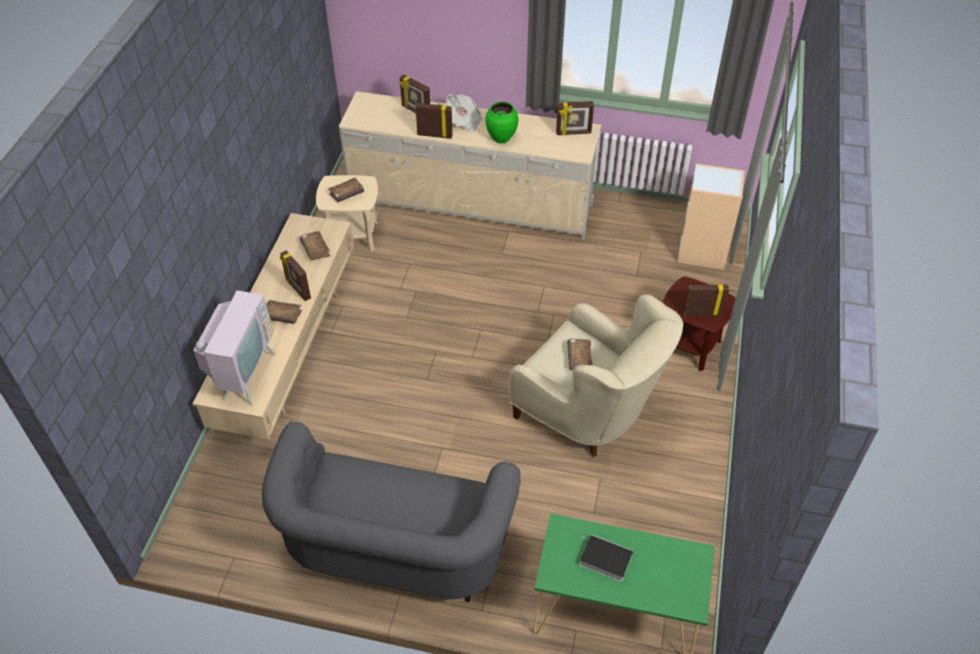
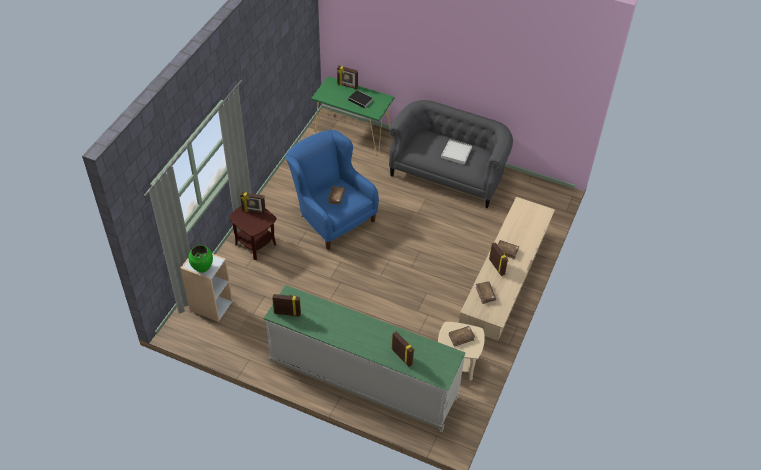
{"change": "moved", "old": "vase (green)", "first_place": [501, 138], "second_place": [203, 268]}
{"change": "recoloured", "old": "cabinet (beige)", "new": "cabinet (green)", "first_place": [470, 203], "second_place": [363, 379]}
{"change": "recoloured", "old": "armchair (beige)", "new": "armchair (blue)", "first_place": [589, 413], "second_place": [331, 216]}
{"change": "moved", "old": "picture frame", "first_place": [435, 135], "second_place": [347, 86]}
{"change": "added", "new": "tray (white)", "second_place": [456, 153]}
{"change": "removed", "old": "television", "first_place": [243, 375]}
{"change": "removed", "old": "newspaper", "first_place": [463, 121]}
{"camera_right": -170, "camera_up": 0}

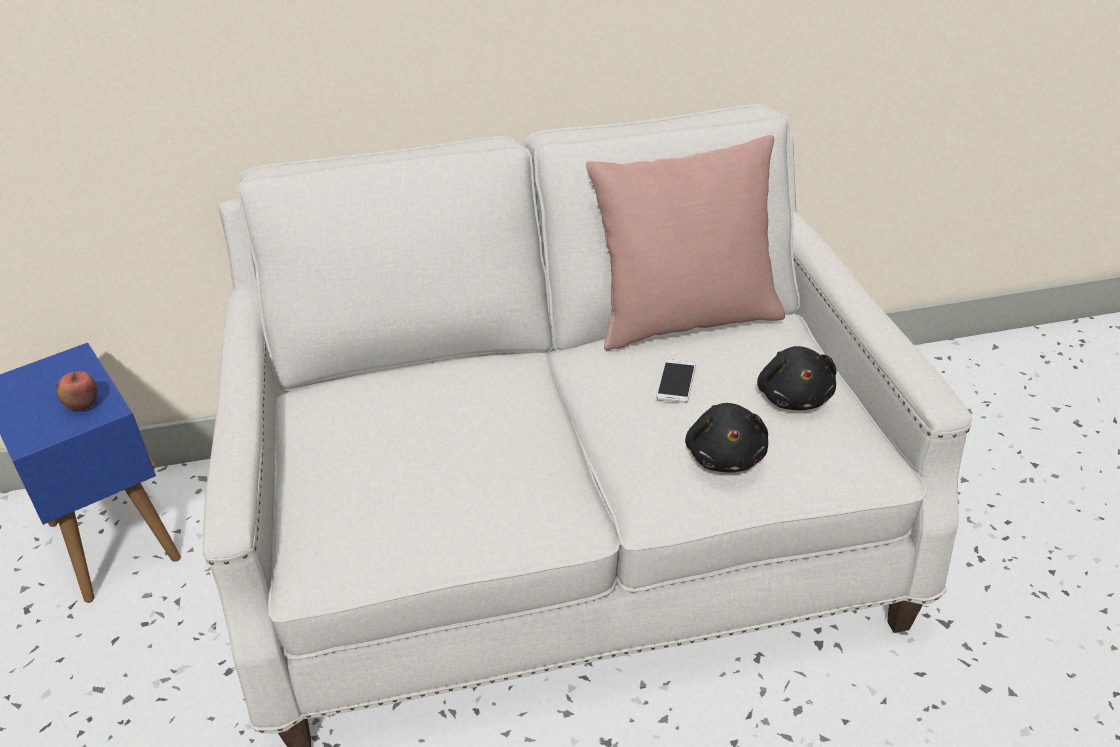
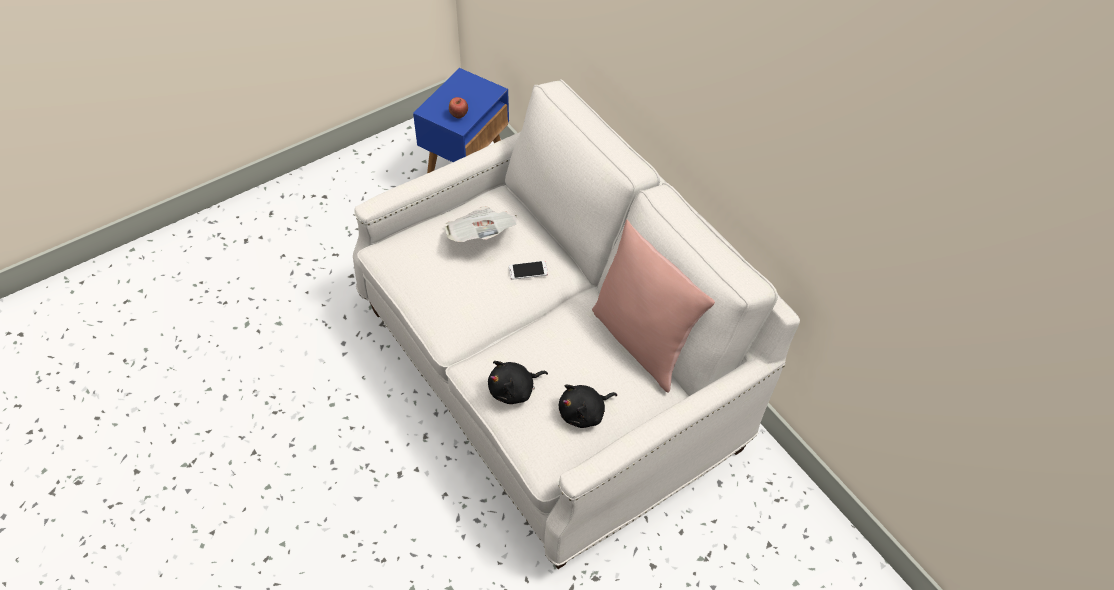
{"change": "added", "new": "newspaper", "second_place": [481, 237]}
{"change": "moved", "old": "phone", "first_place": [676, 381], "second_place": [528, 270]}
{"camera_right": 65, "camera_up": 15}

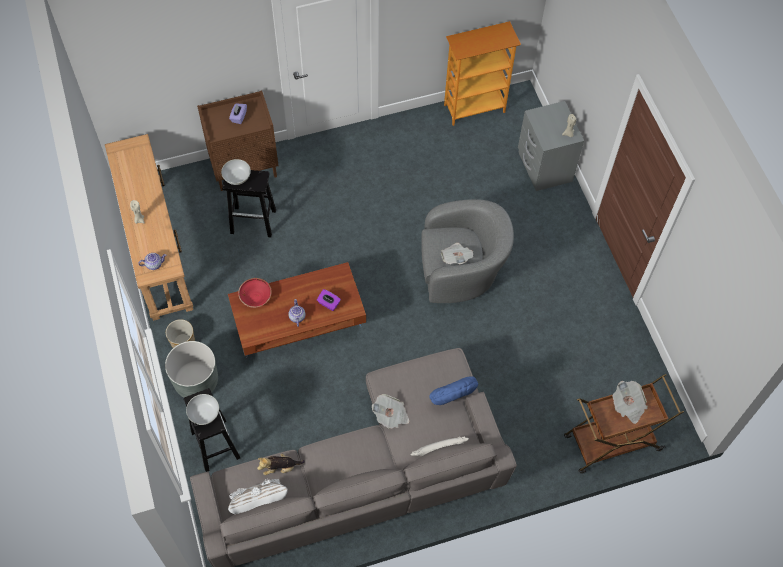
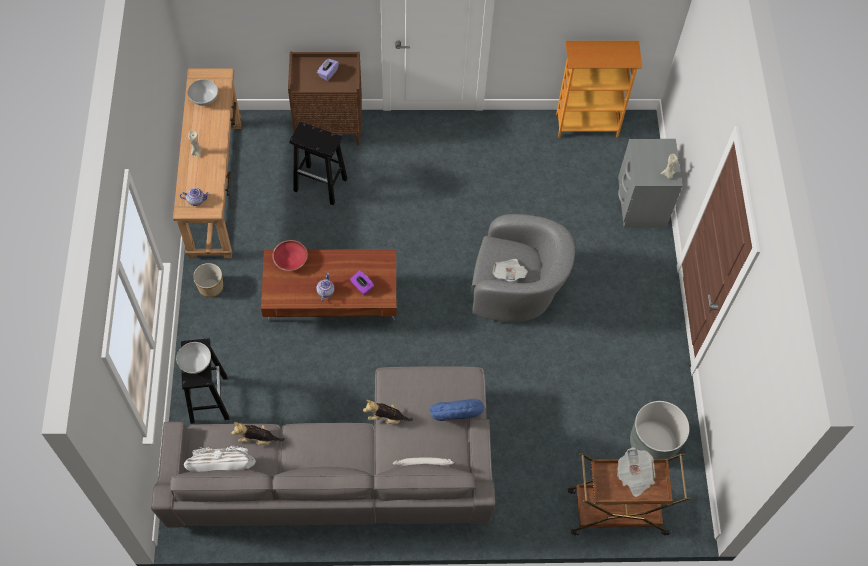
{"change": "moved", "old": "bowl (white)", "first_place": [237, 178], "second_place": [204, 99]}
{"change": "replaced", "old": "newspaper", "new": "plush toy", "first_place": [391, 416], "second_place": [386, 418]}
{"change": "moved", "old": "planter (grey)", "first_place": [196, 381], "second_place": [653, 443]}
{"camera_right": 15, "camera_up": 0}

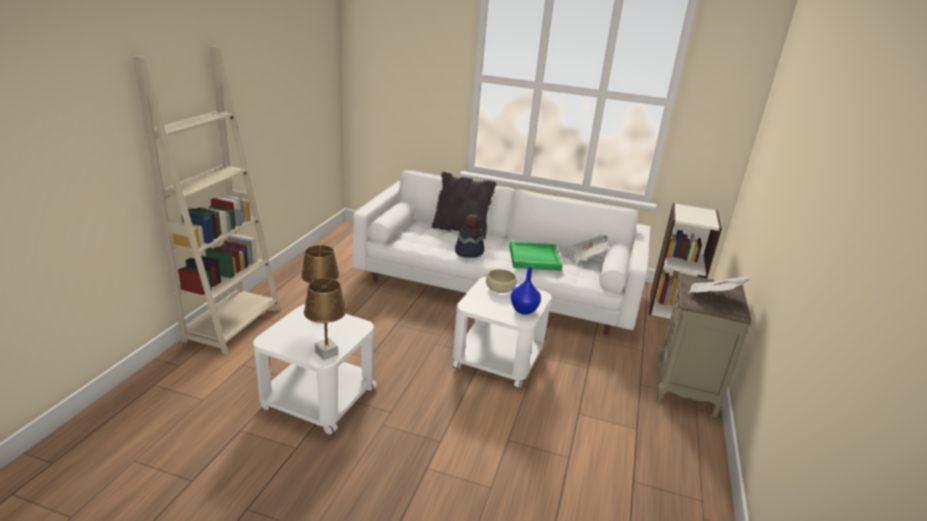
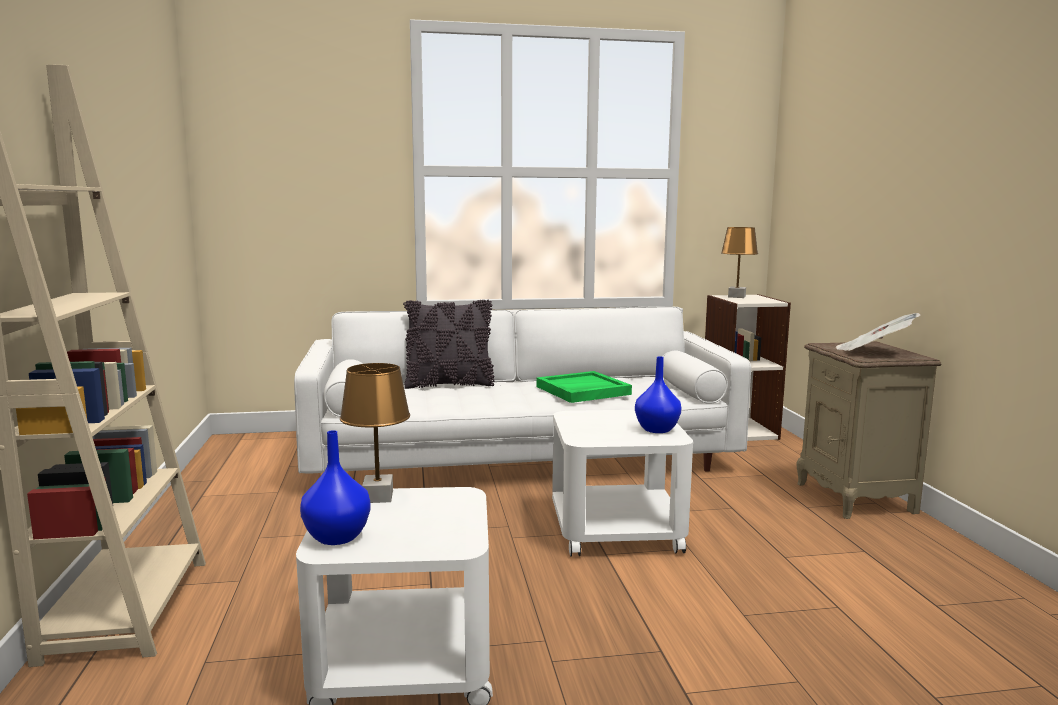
{"change": "added", "new": "vase (blue)", "second_place": [336, 538]}
{"change": "moved", "old": "table lamp (brown)", "first_place": [326, 353], "second_place": [736, 297]}
{"change": "removed", "old": "hat", "first_place": [469, 251]}
{"change": "removed", "old": "bowl (beige)", "first_place": [500, 288]}
{"change": "removed", "old": "newspaper", "first_place": [583, 258]}
{"camera_right": -25, "camera_up": -15}

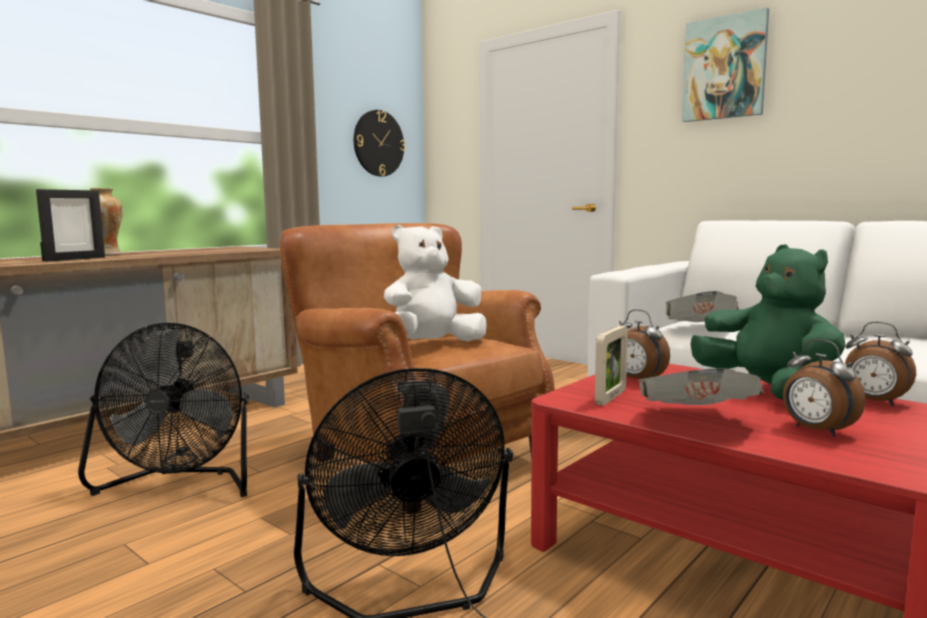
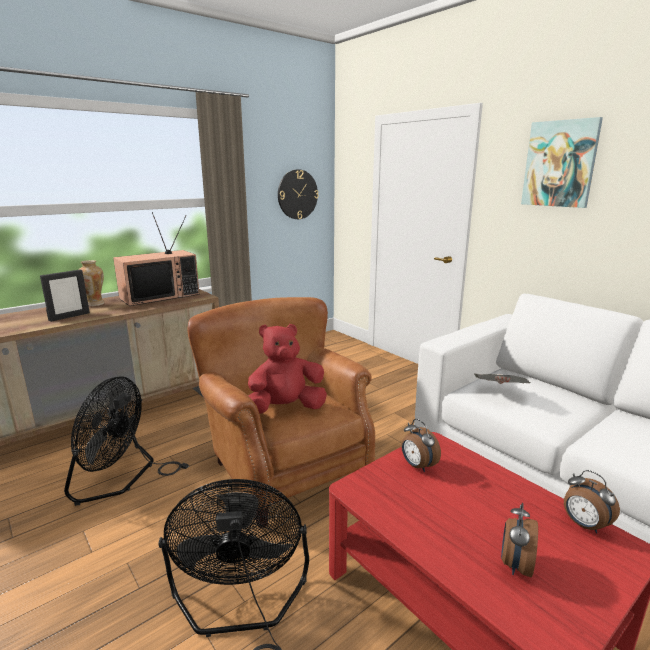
{"change": "turned", "old": "fan (black)", "first_place": [178, 482], "second_place": [129, 473], "degrees": 90}
{"change": "added", "new": "television", "second_place": [160, 296]}
{"change": "recoloured", "old": "plush toy (white)", "new": "plush toy (red)", "first_place": [431, 345], "second_place": [285, 408]}
{"change": "turned", "old": "alarm clock", "first_place": [816, 431], "second_place": [515, 564], "degrees": 45}
{"change": "removed", "old": "picture frame", "first_place": [610, 397]}
{"change": "removed", "old": "newspaper", "first_place": [696, 421]}
{"change": "removed", "old": "plush toy (green)", "first_place": [767, 392]}
{"camera_right": 10, "camera_up": 10}

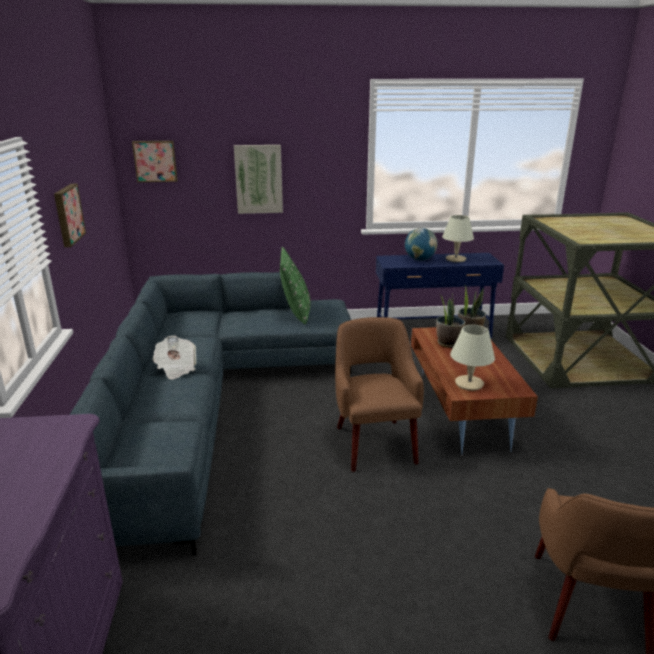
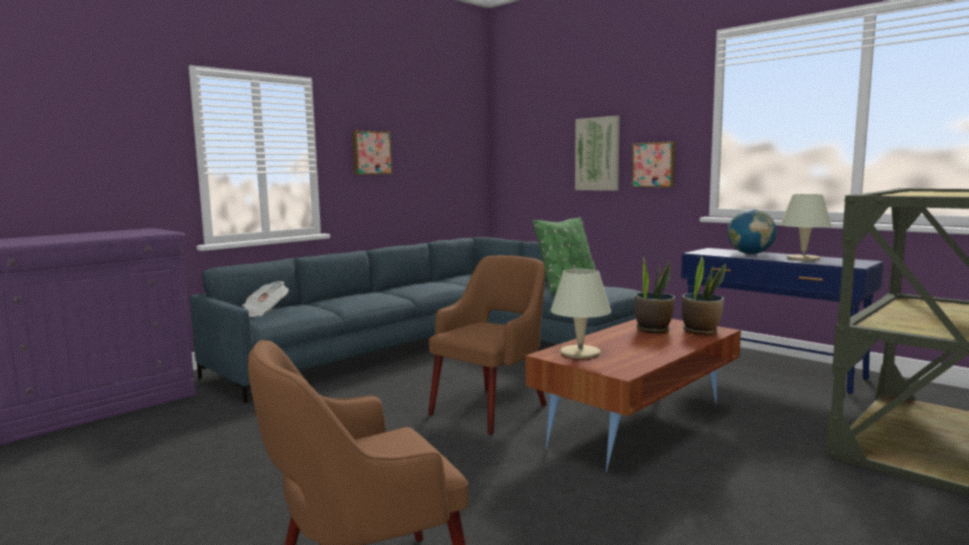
{"change": "moved", "old": "newspaper", "first_place": [176, 368], "second_place": [262, 313]}
{"change": "moved", "old": "picture", "first_place": [155, 161], "second_place": [654, 164]}
{"camera_right": 50, "camera_up": -15}

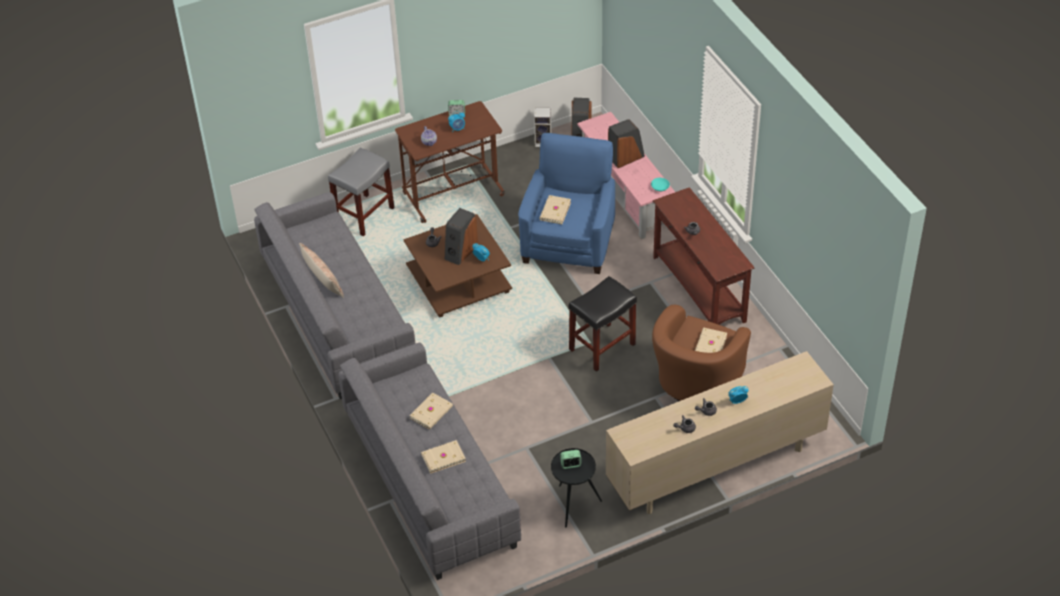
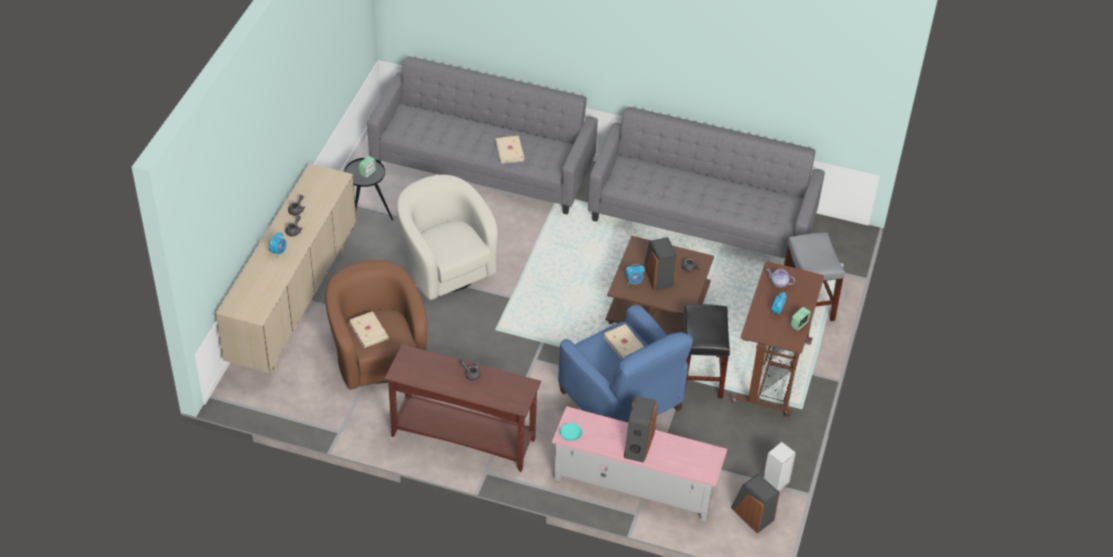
{"change": "added", "new": "armchair (beige)", "second_place": [445, 267]}
{"change": "moved", "old": "stool (black)", "first_place": [602, 347], "second_place": [699, 375]}
{"change": "removed", "old": "pillow", "first_place": [322, 279]}
{"change": "removed", "old": "book (beige)", "first_place": [443, 457]}
{"camera_right": 130, "camera_up": 0}

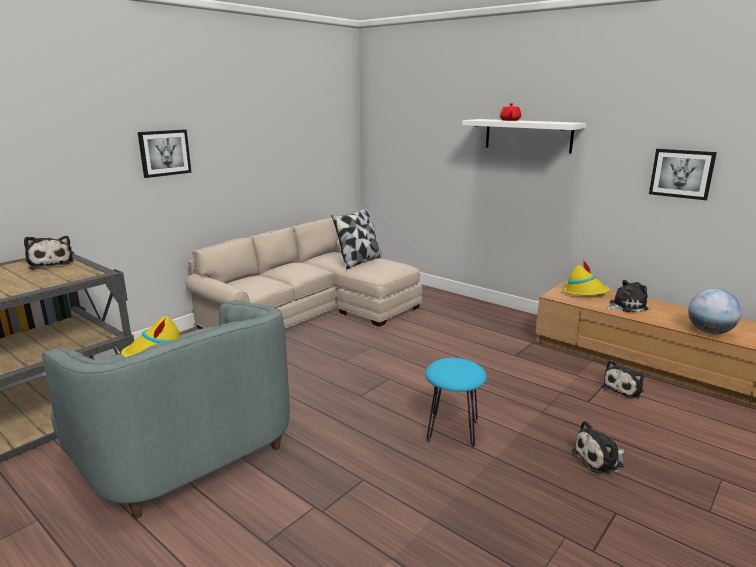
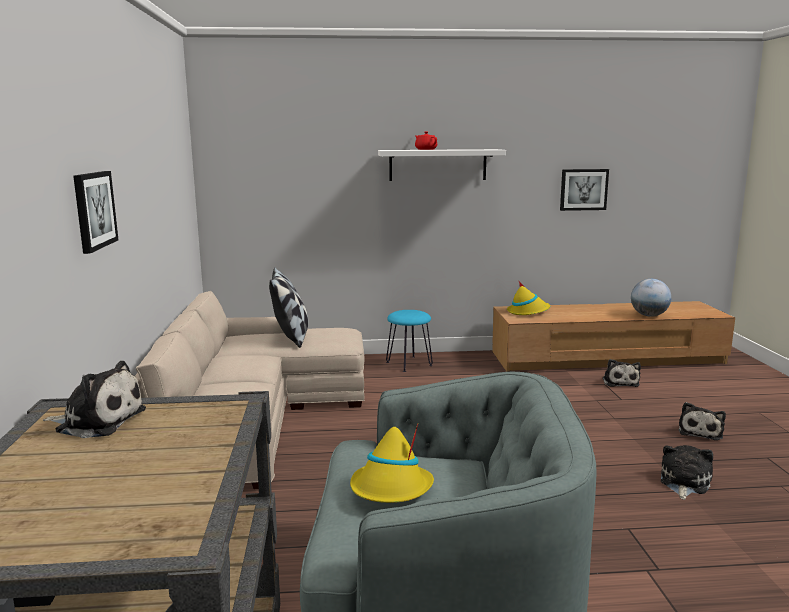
{"change": "moved", "old": "stool (turquoise)", "first_place": [452, 431], "second_place": [409, 364]}
{"change": "moved", "old": "plush toy", "first_place": [625, 306], "second_place": [683, 483]}
{"camera_right": -45, "camera_up": -5}

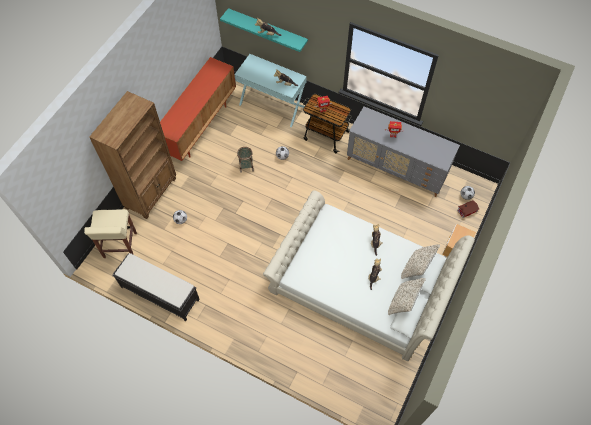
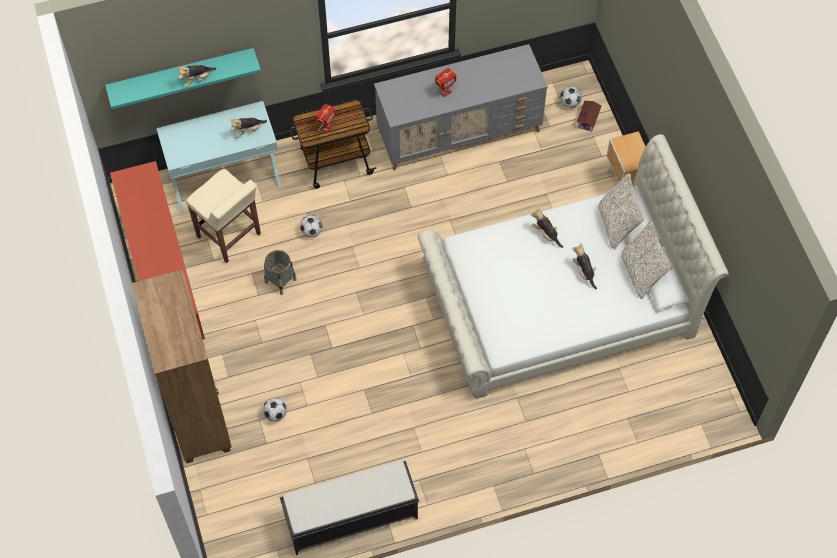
{"change": "moved", "old": "stool (beige)", "first_place": [120, 246], "second_place": [229, 236]}
{"camera_right": -45, "camera_up": 0}

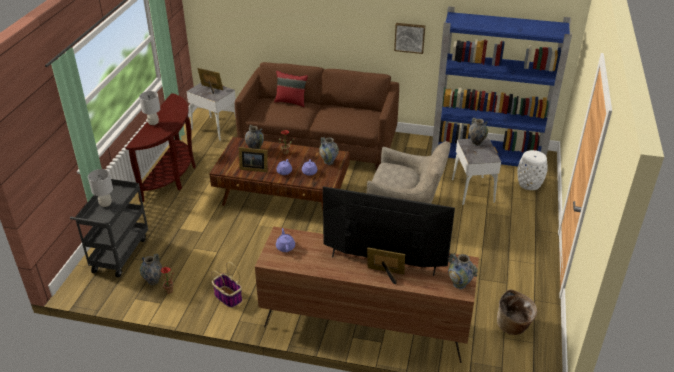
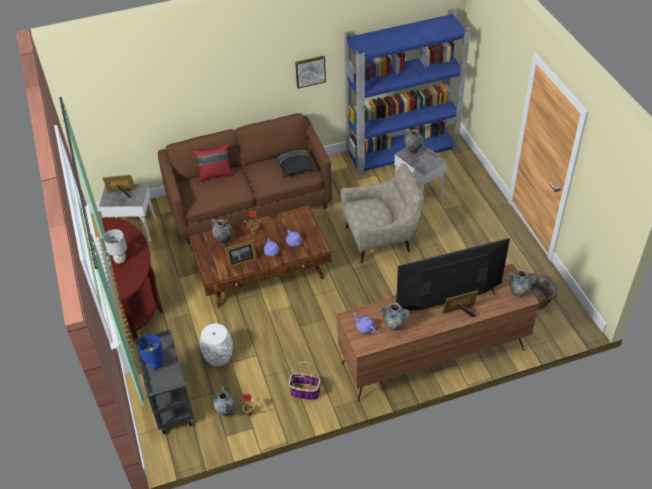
{"change": "recoloured", "old": "table lamp (grey)", "new": "table lamp (blue)", "first_place": [105, 205], "second_place": [156, 366]}
{"change": "moved", "old": "stool (white)", "first_place": [529, 184], "second_place": [219, 356]}
{"change": "added", "new": "pillow (black)", "second_place": [295, 168]}
{"change": "moved", "old": "vase", "first_place": [329, 162], "second_place": [394, 327]}
{"camera_right": -30, "camera_up": 10}

